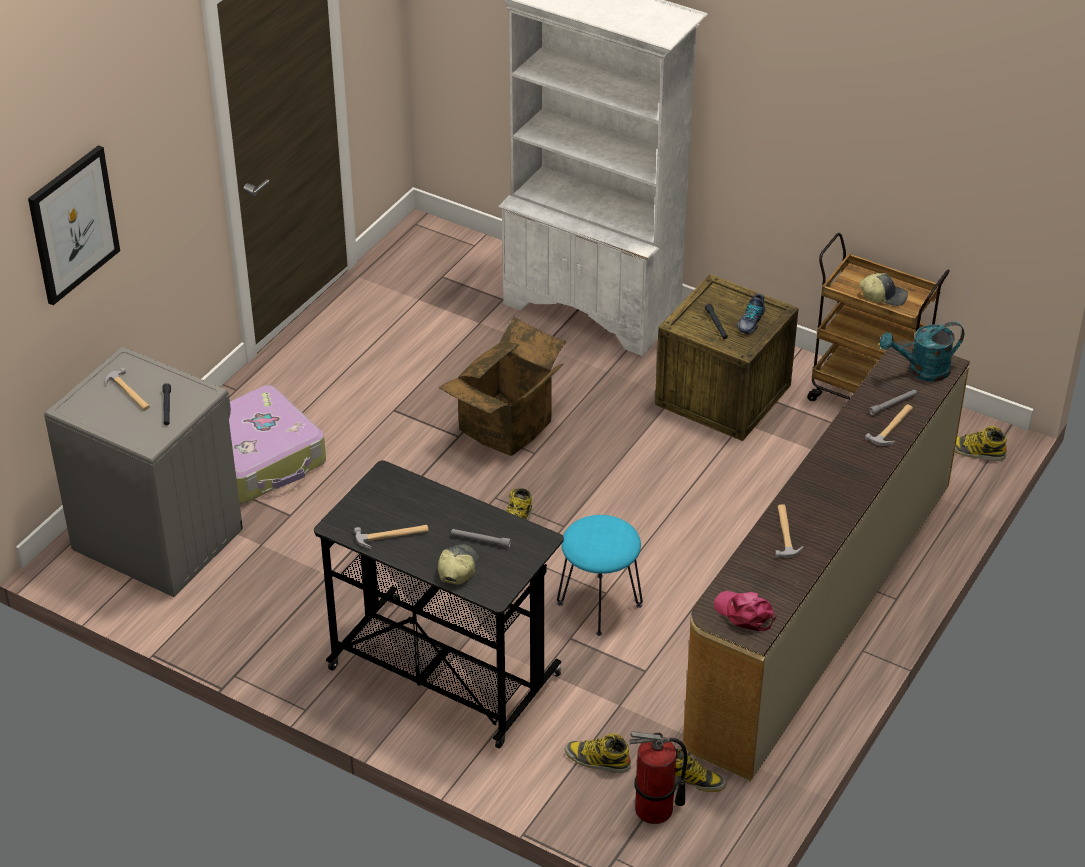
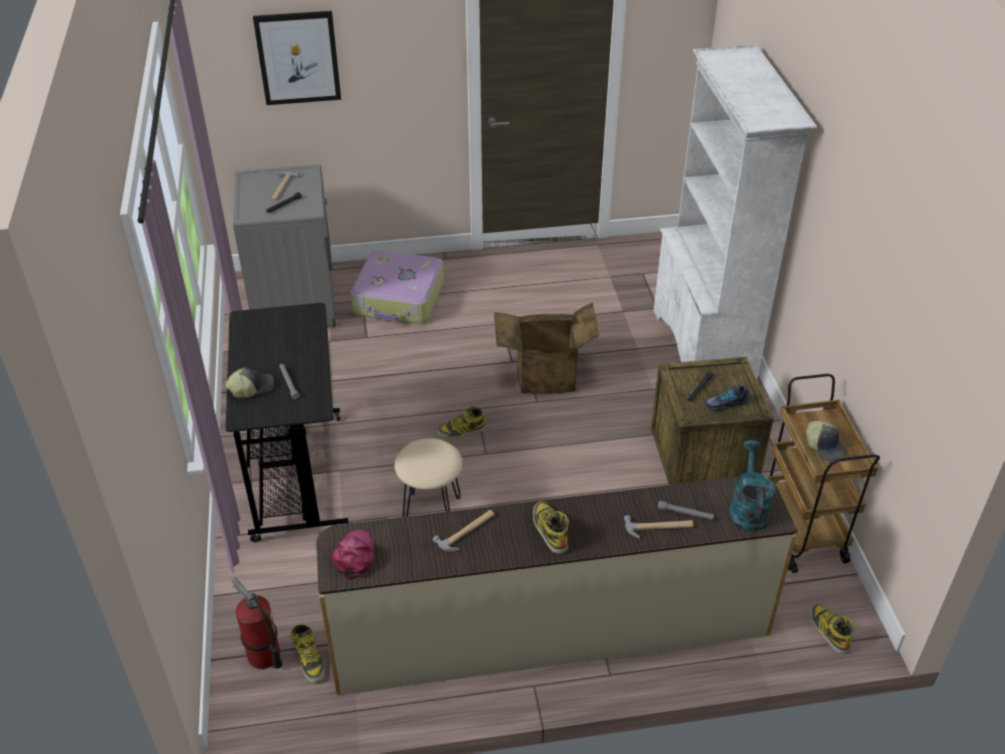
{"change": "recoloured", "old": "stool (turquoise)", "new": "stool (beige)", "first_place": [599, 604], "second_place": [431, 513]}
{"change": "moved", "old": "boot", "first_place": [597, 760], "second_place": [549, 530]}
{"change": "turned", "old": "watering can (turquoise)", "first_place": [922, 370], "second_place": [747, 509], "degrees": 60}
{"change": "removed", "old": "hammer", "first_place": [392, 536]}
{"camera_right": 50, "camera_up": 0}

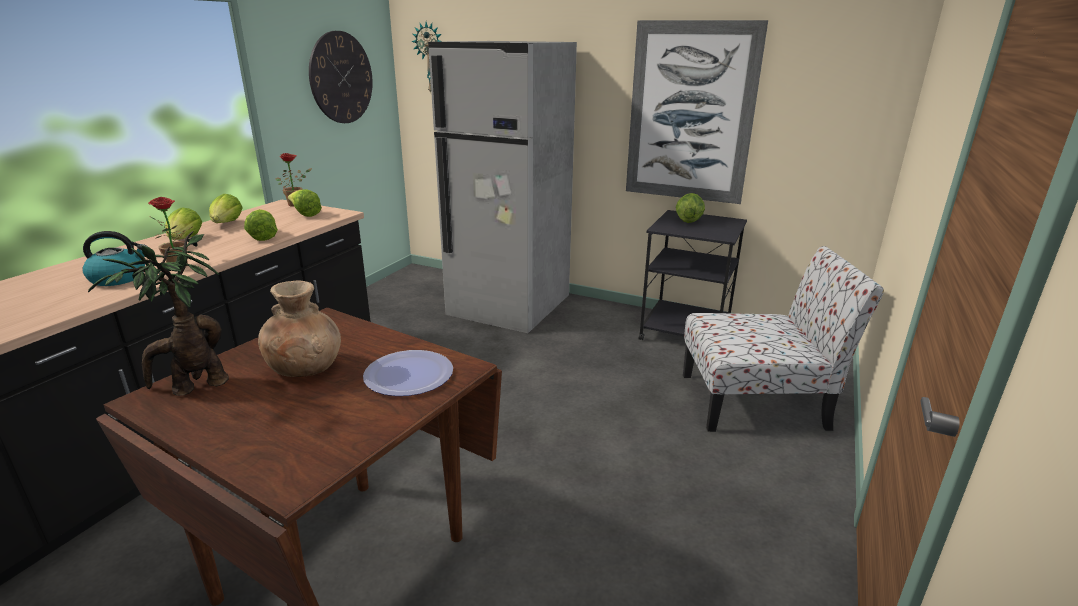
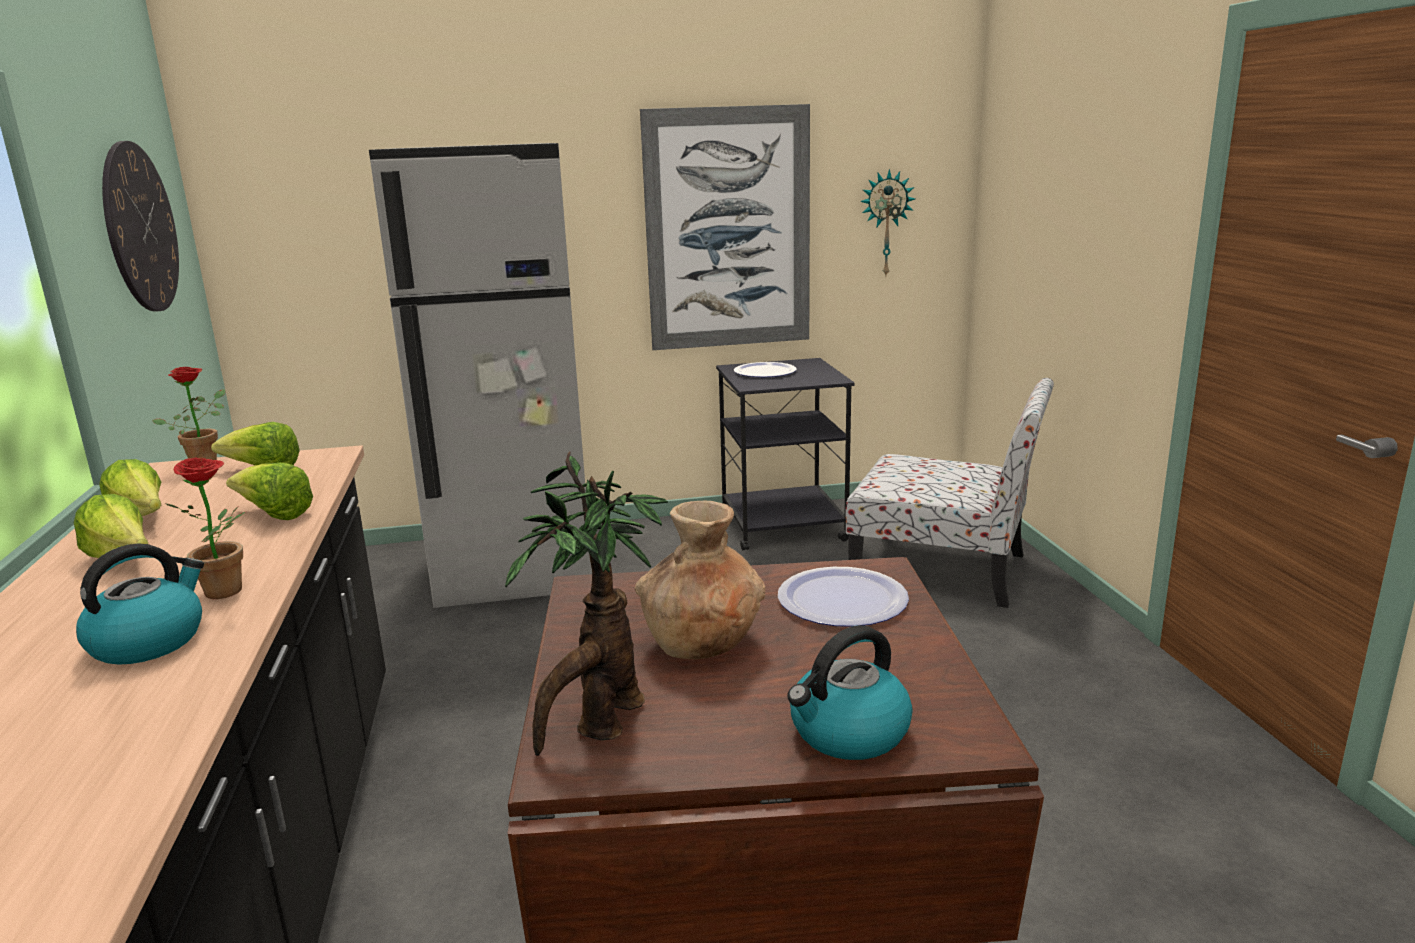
{"change": "replaced", "old": "lettuce", "new": "plate", "first_place": [688, 221], "second_place": [765, 372]}
{"change": "added", "new": "kettle", "second_place": [848, 733]}
{"change": "turned", "old": "chair", "first_place": [756, 401], "second_place": [944, 570], "degrees": 60}
{"change": "moved", "old": "wall clock", "first_place": [429, 57], "second_place": [885, 223]}
{"camera_right": -35, "camera_up": -5}

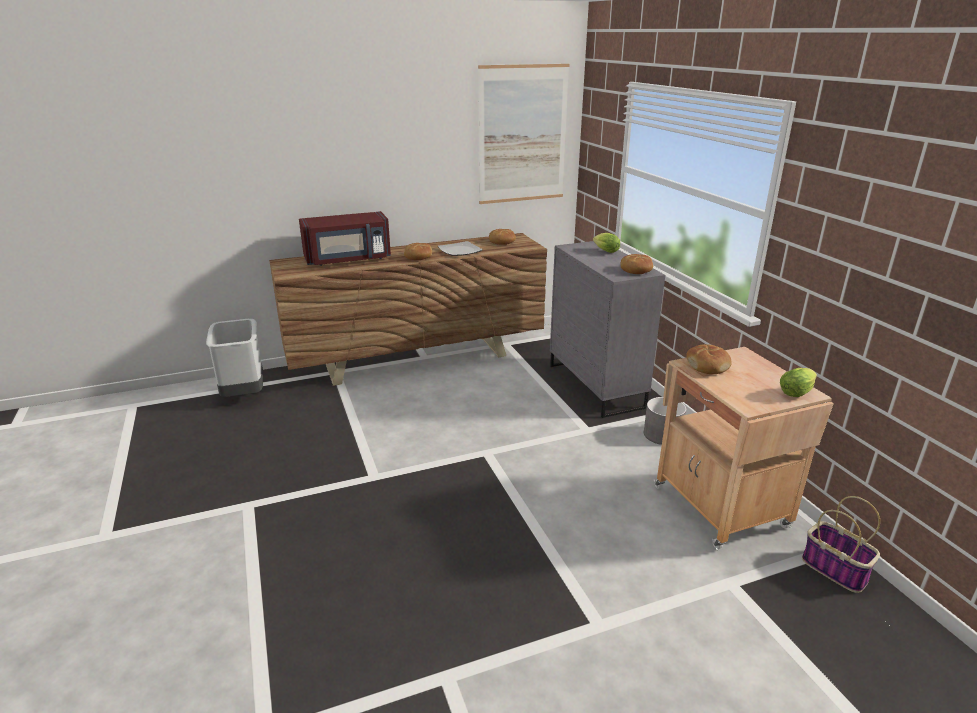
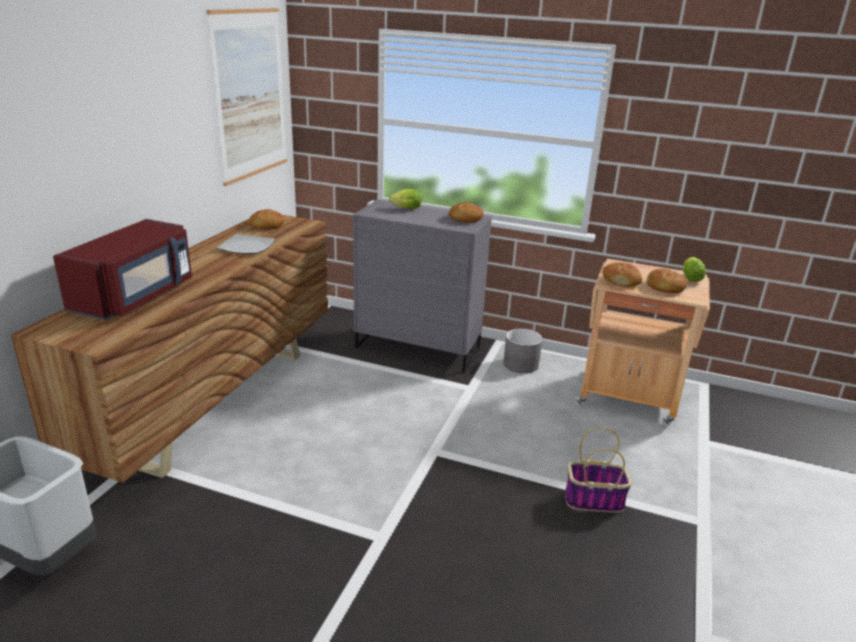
{"change": "moved", "old": "basket", "first_place": [836, 570], "second_place": [594, 500]}
{"change": "moved", "old": "bread", "first_place": [418, 257], "second_place": [665, 287]}
{"camera_right": -50, "camera_up": 0}

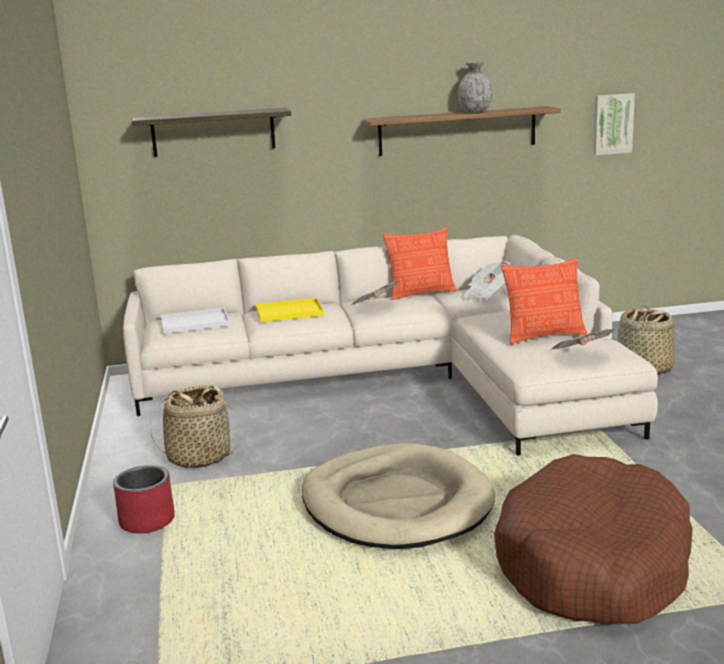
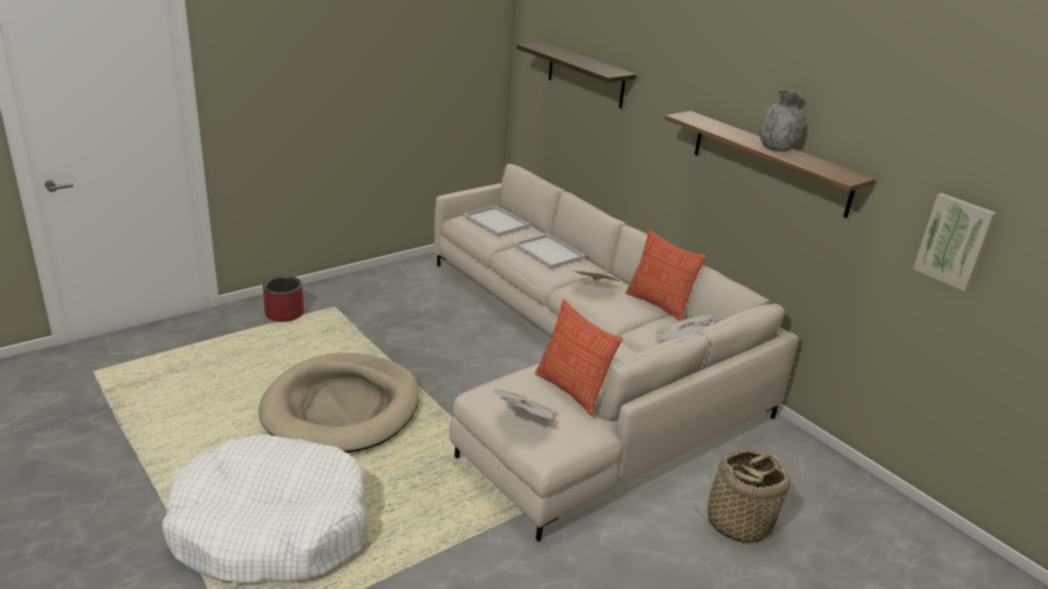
{"change": "recoloured", "old": "dog bed (brown)", "new": "dog bed (white)", "first_place": [594, 564], "second_place": [272, 528]}
{"change": "recoloured", "old": "tray (yellow)", "new": "tray (white)", "first_place": [288, 312], "second_place": [547, 252]}
{"change": "removed", "old": "basket", "first_place": [198, 457]}
{"camera_right": 60, "camera_up": 10}

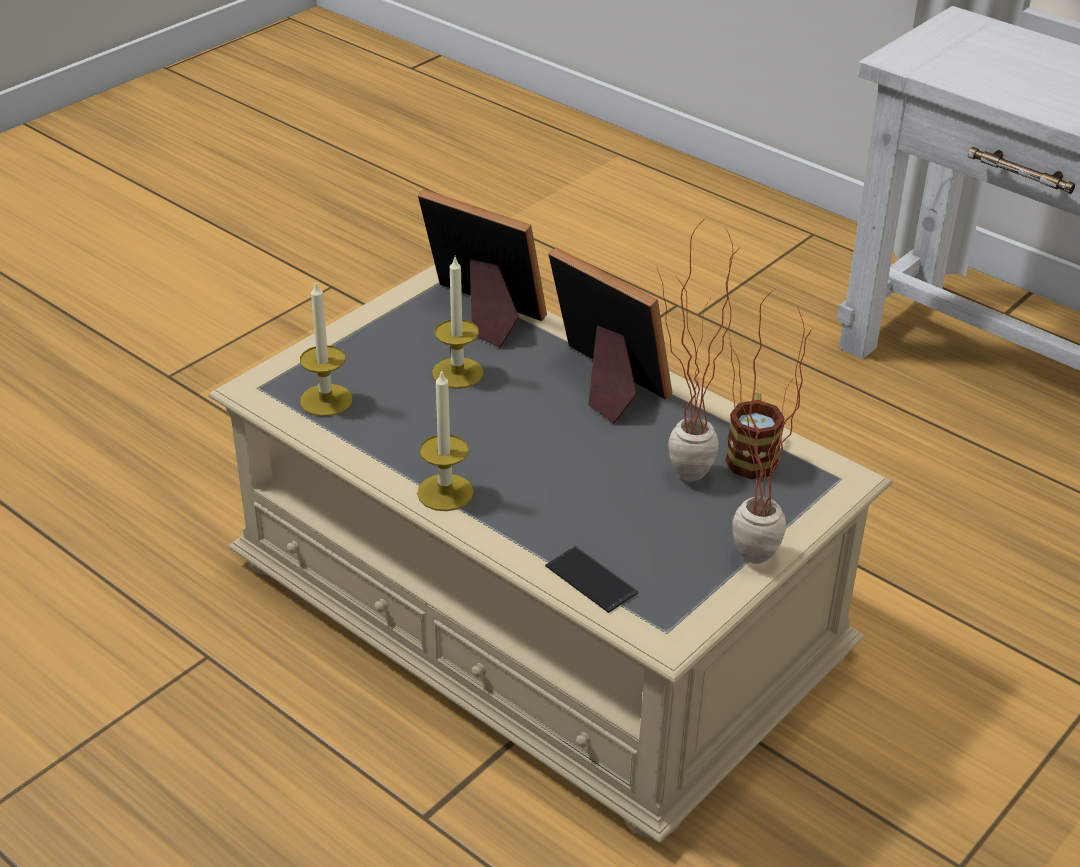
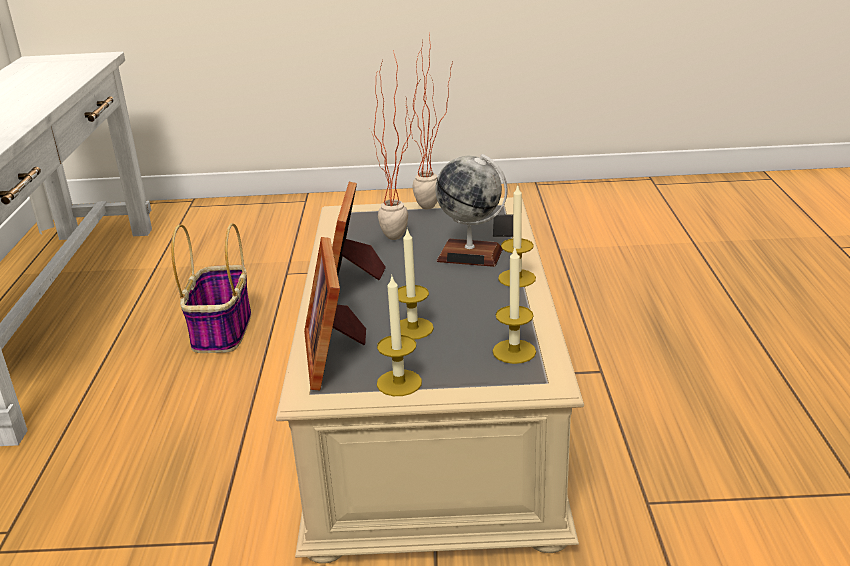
{"change": "added", "new": "basket", "second_place": [222, 330]}
{"change": "added", "new": "candle", "second_place": [399, 383]}
{"change": "added", "new": "globe", "second_place": [470, 255]}
{"change": "removed", "old": "mug", "first_place": [751, 455]}
{"camera_right": -130, "camera_up": -10}

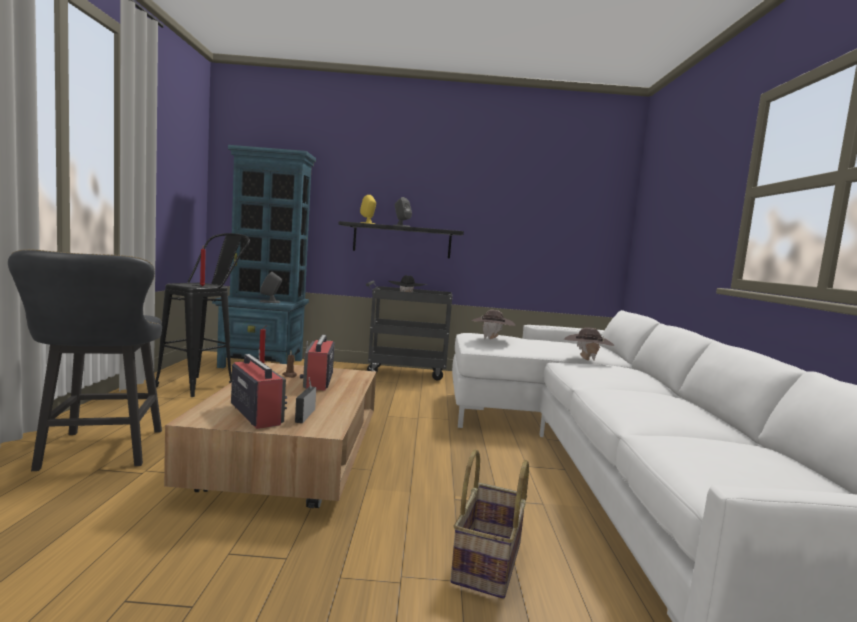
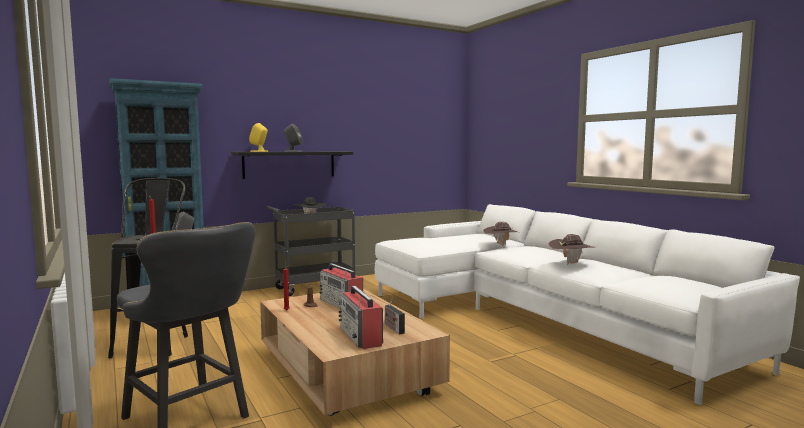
{"change": "turned", "old": "radio", "first_place": [256, 413], "second_place": [361, 337], "degrees": -135}
{"change": "moved", "old": "hat (brown)", "first_place": [491, 339], "second_place": [571, 263]}
{"change": "removed", "old": "basket", "first_place": [489, 563]}
{"camera_right": -30, "camera_up": 0}

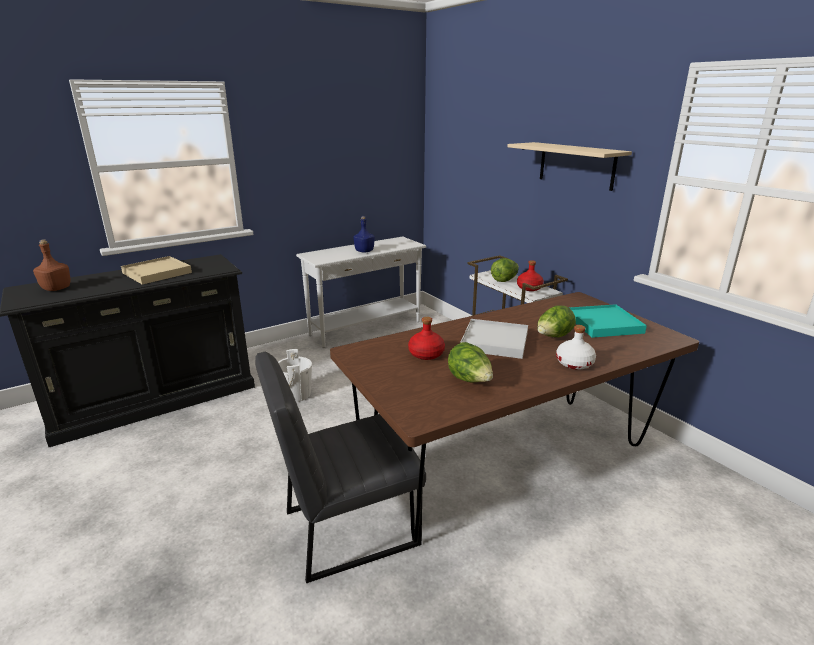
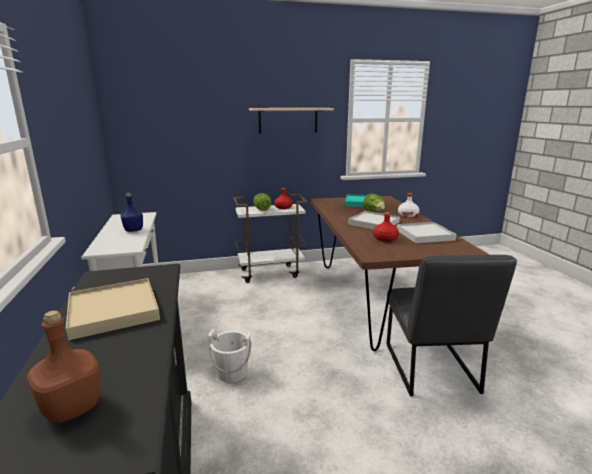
{"change": "replaced", "old": "lettuce", "new": "tray (white)", "first_place": [470, 380], "second_place": [424, 235]}
{"camera_right": -70, "camera_up": -5}

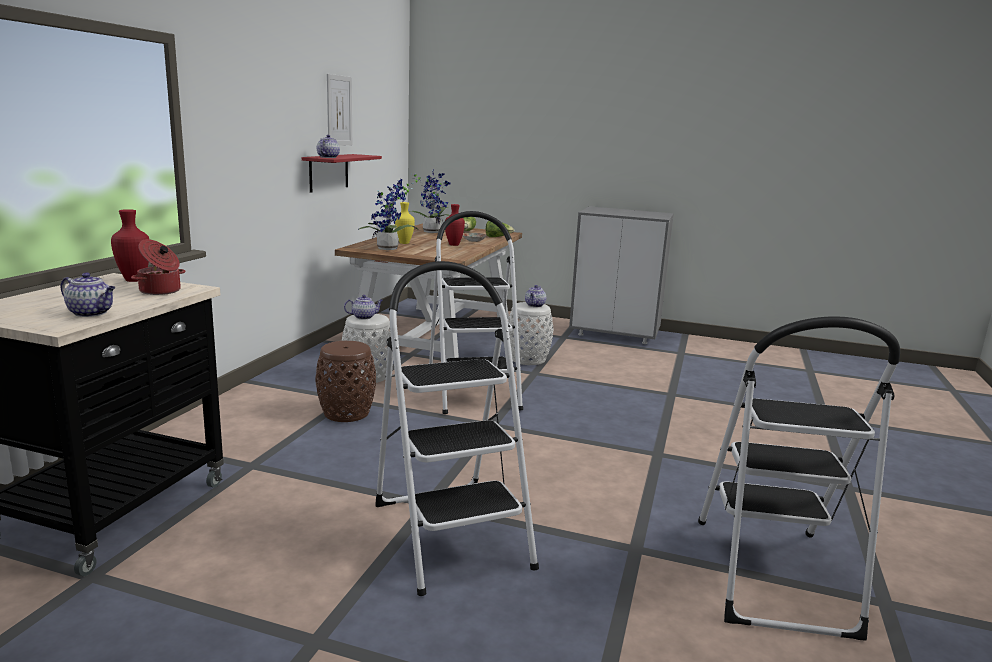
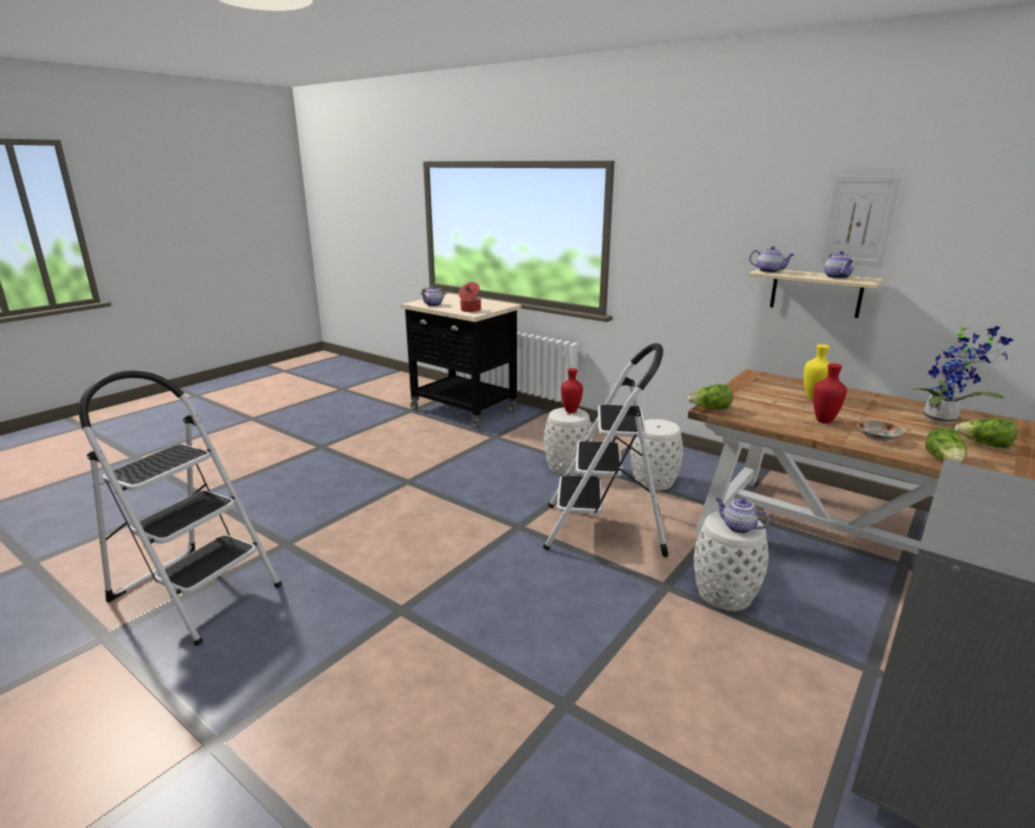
{"change": "recoloured", "old": "stool (brown)", "new": "stool (white)", "first_place": [346, 413], "second_place": [567, 467]}
{"change": "moved", "old": "vase (red)", "first_place": [134, 280], "second_place": [571, 411]}
{"change": "added", "new": "lettuce", "second_place": [710, 408]}
{"change": "recoloured", "old": "shelf (red)", "new": "shelf (beige)", "first_place": [328, 172], "second_place": [816, 292]}
{"change": "moved", "old": "teapot", "first_place": [364, 317], "second_place": [837, 277]}
{"change": "removed", "old": "potted plant", "first_place": [389, 249]}
{"change": "removed", "old": "step ladder", "first_place": [450, 532]}
{"camera_right": 110, "camera_up": 5}

